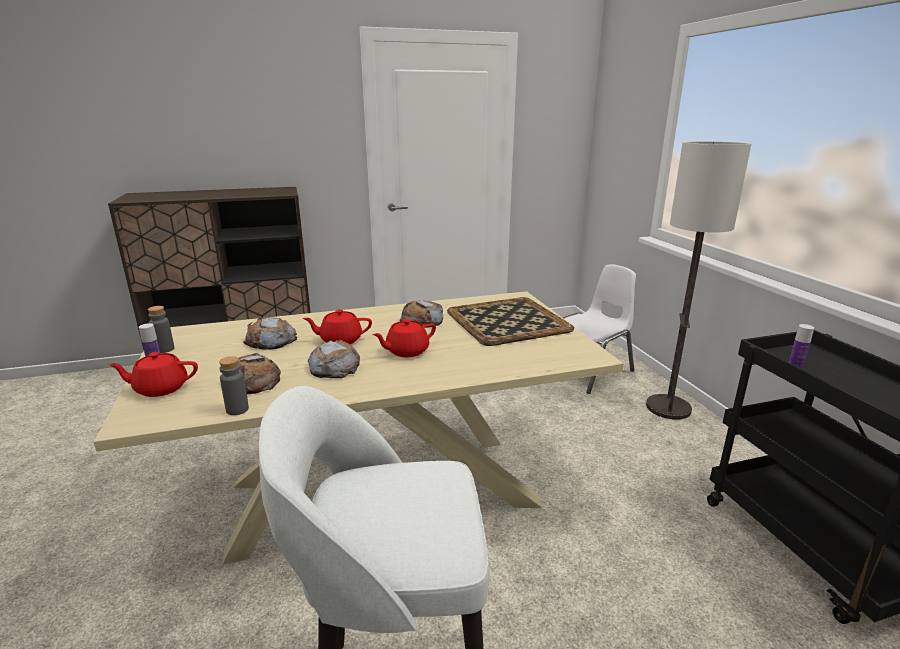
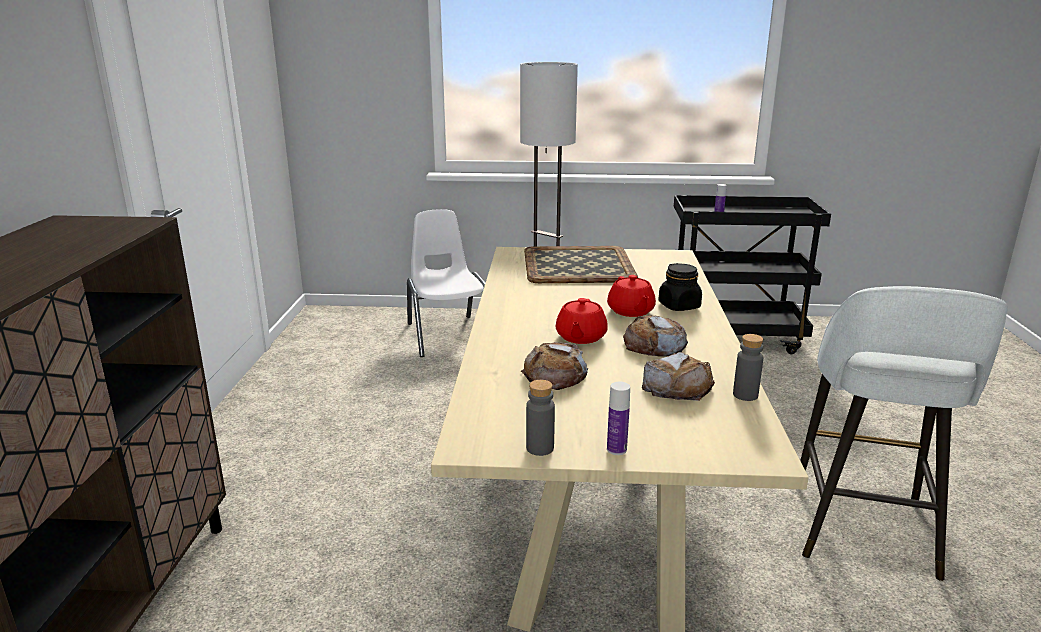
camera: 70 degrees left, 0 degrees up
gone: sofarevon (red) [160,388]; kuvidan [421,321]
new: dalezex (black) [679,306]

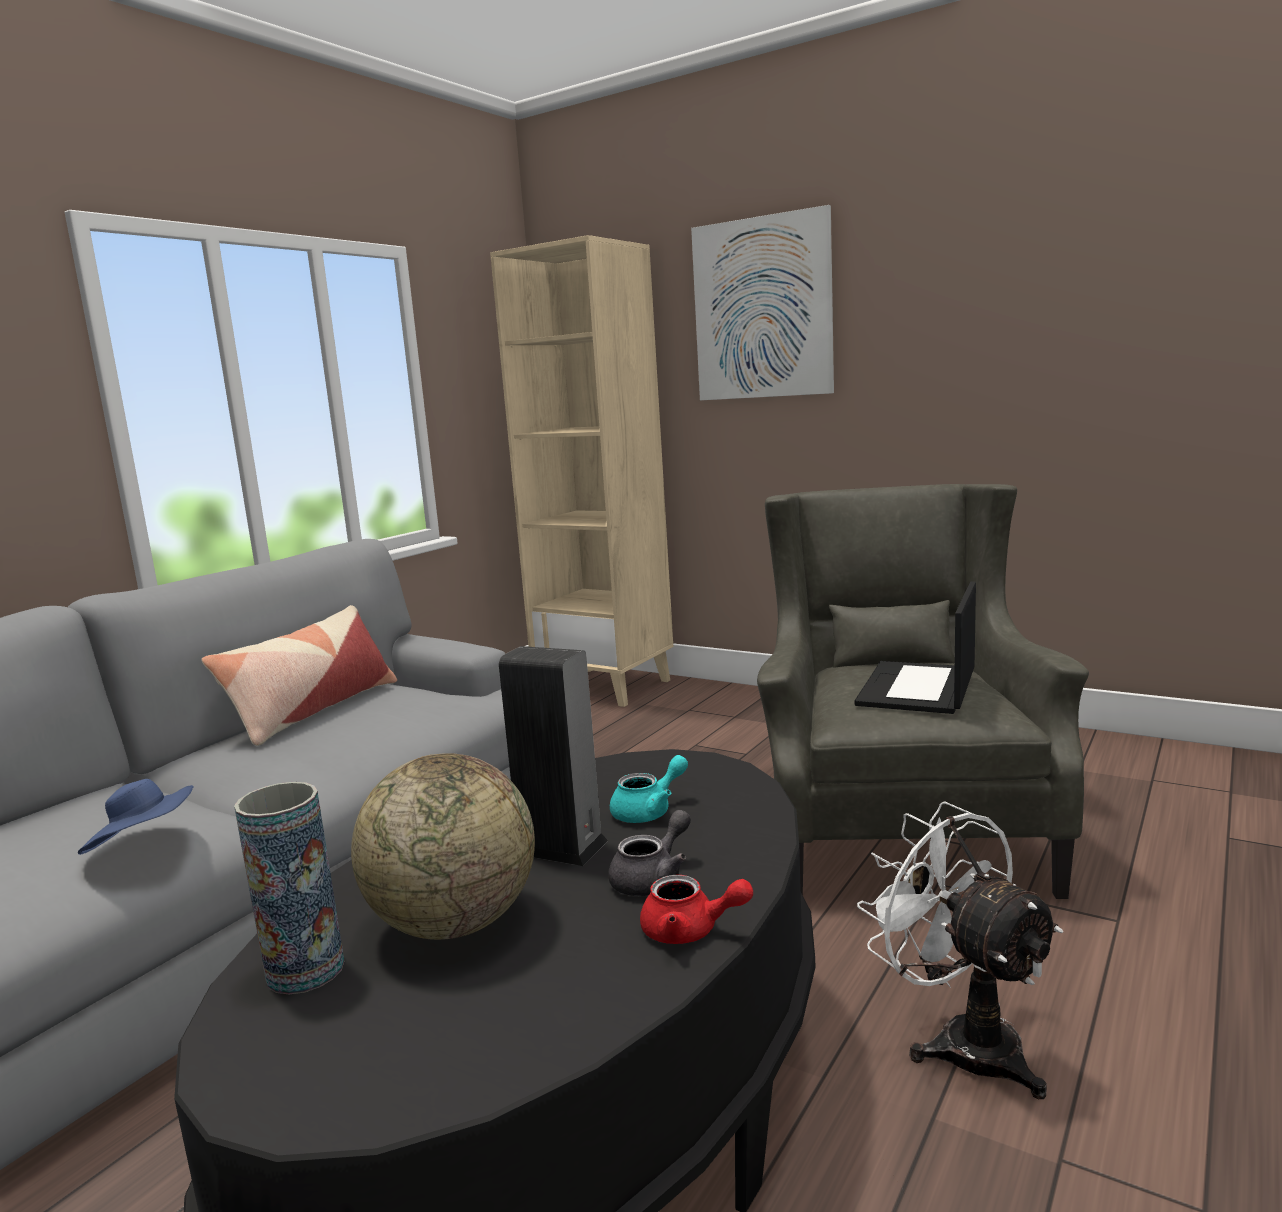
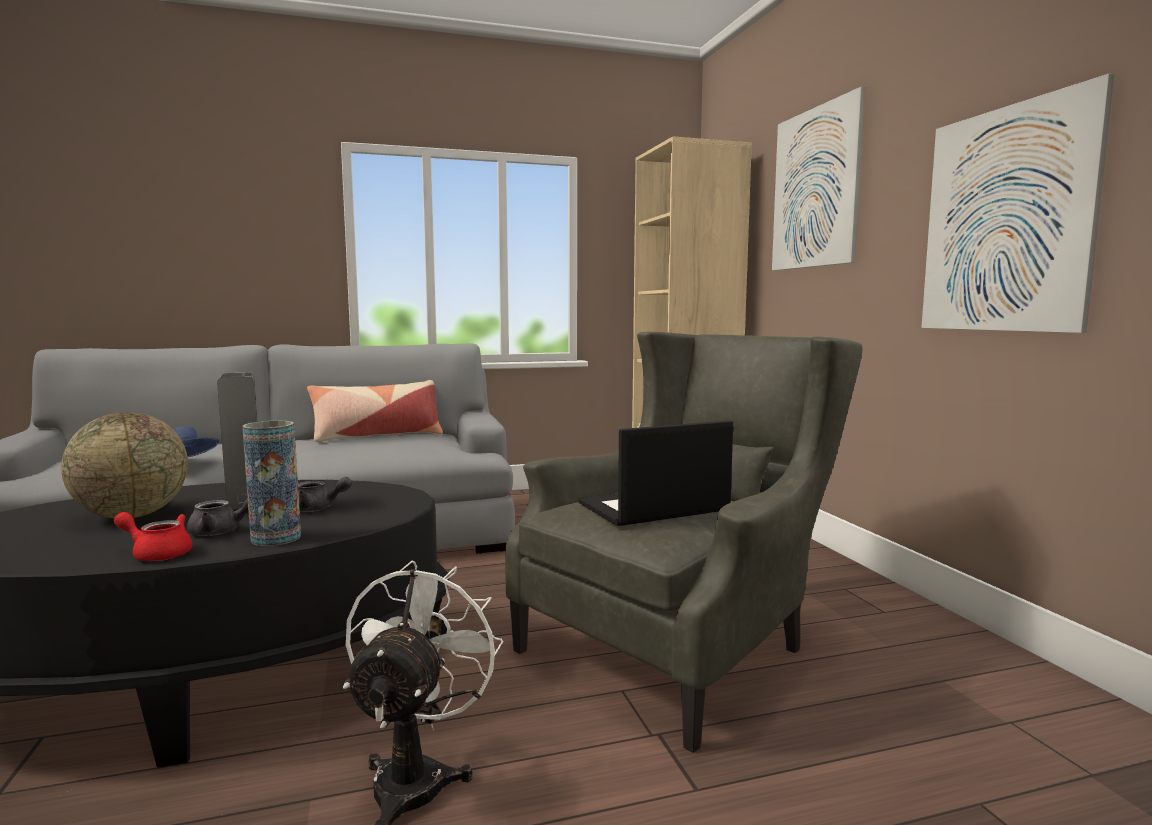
camera: 40 degrees right, 5 degrees down
new: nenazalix [1005,220]
shifted: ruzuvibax [305,970] to [276,538]
repainted: sofarevon (turquoise) [649,811] to sofarevon (grey) [317,509]
rotated: sofarevon (red) [690,931] = [157,554] 135 degrees clockwise

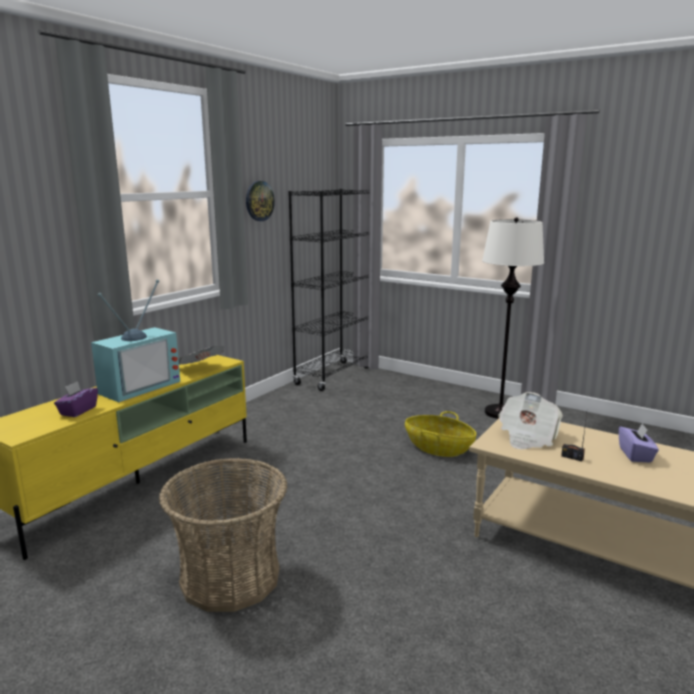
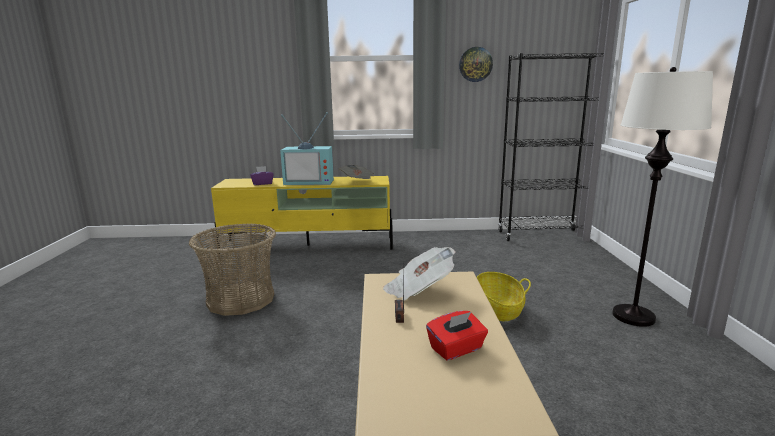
camera: 55 degrees right, 0 degrees up
repainted: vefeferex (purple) [635,455] to vefeferex (red) [456,349]

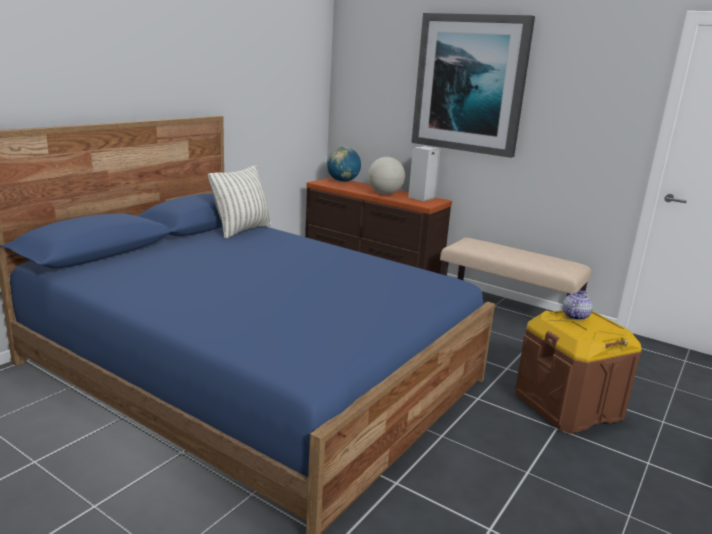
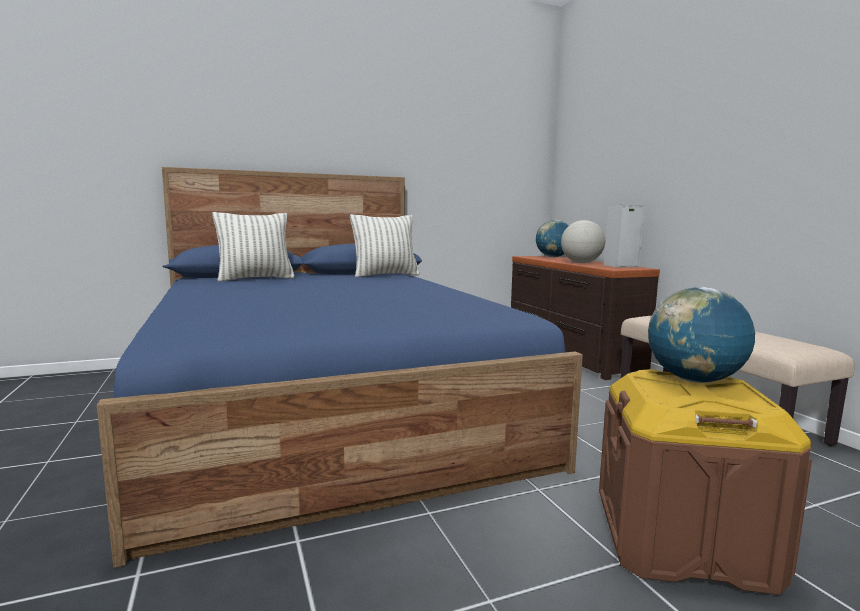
camera: 35 degrees right, 10 degrees down
gone: nenazalix [470,84]
new: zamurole [255,279]
swapped: sofarevon [575,316] to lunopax [694,380]

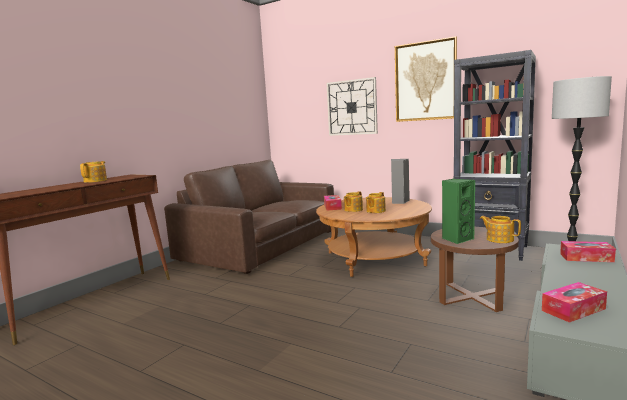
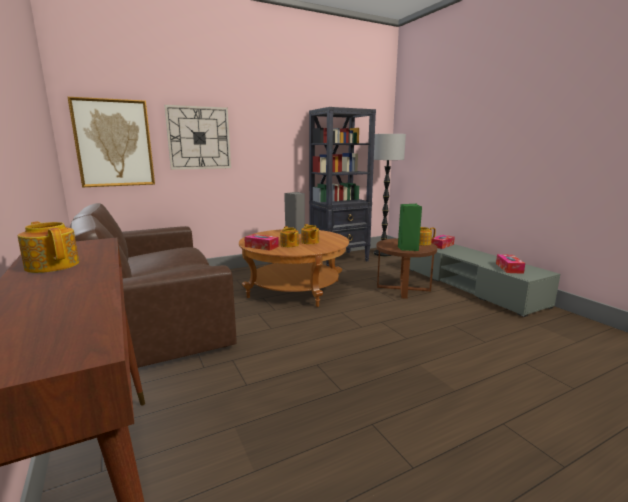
camera: 60 degrees left, 5 degrees up
shifted: nenazalix [425,81] to [114,143]

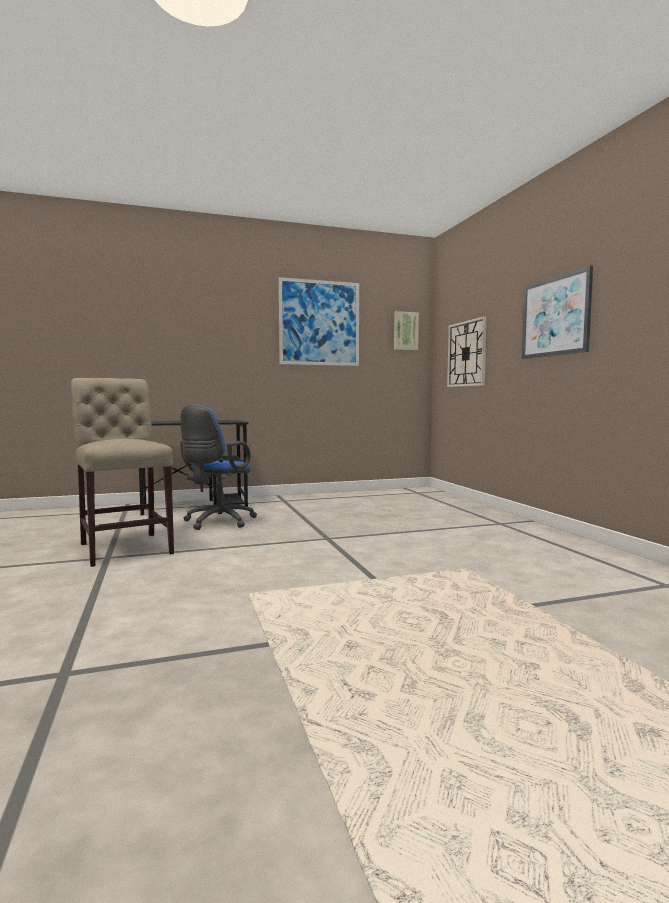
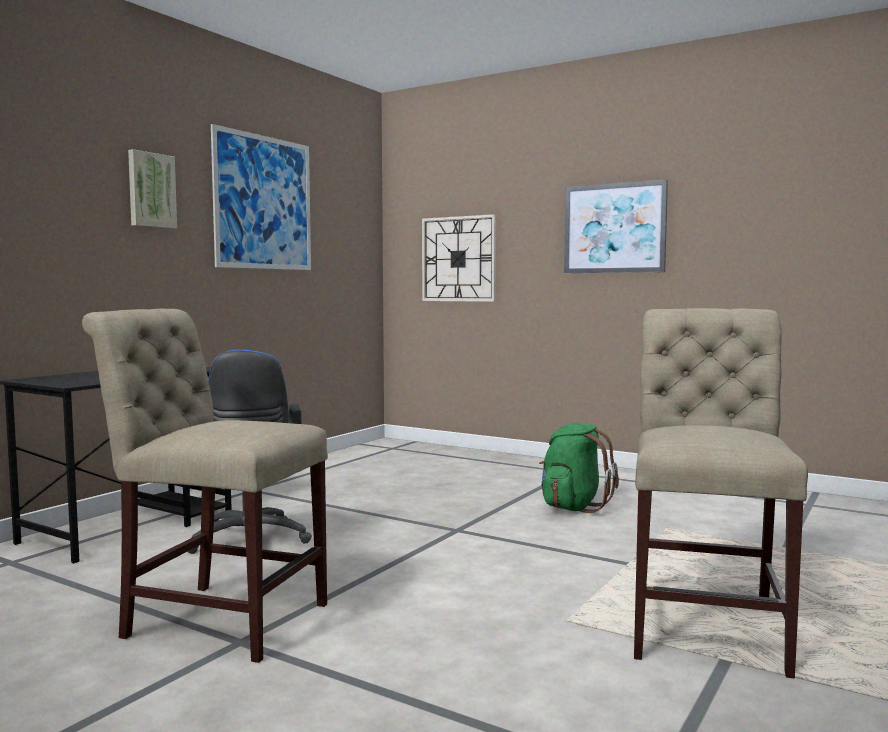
camera: 40 degrees left, 0 degrees up
new: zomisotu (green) [573,507]; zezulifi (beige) [707,625]
shifted: nenazalix [405,331] to [151,190]

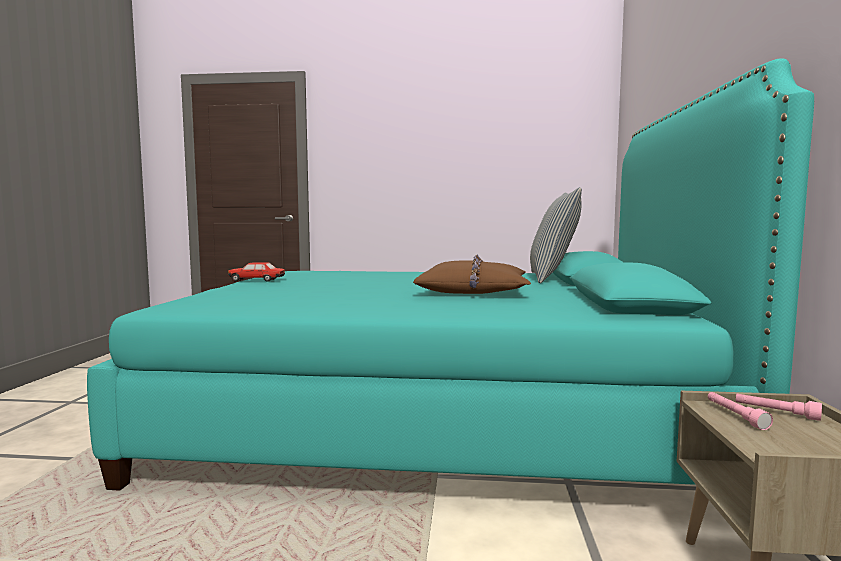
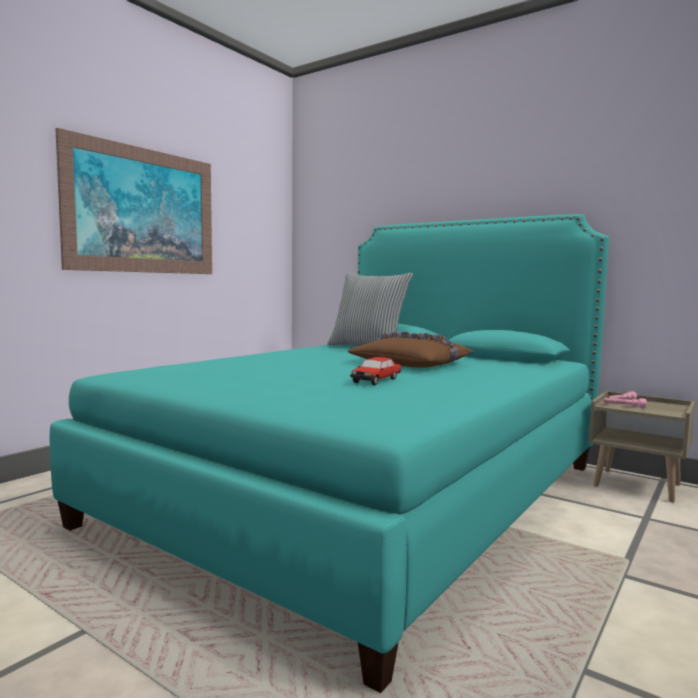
camera: 60 degrees left, 0 degrees up
new: nenazalix [143,211]
shifted: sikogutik [256,280] to [376,380]

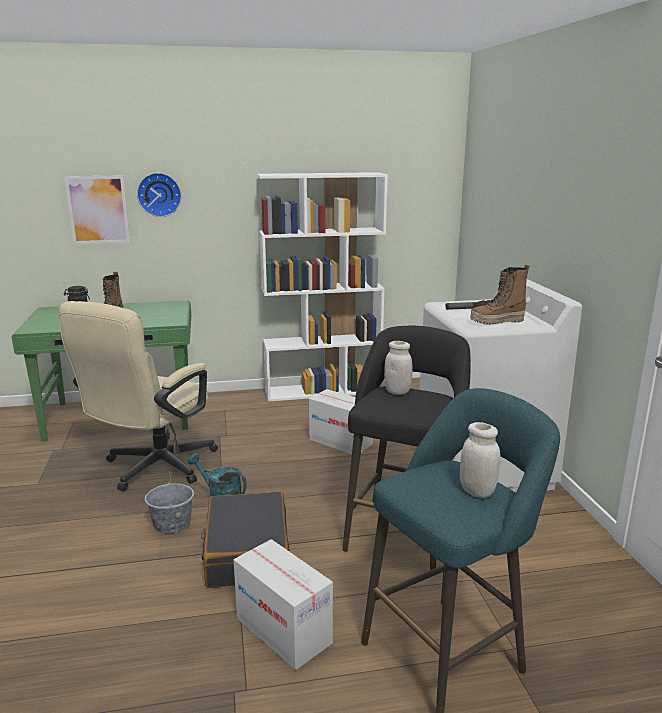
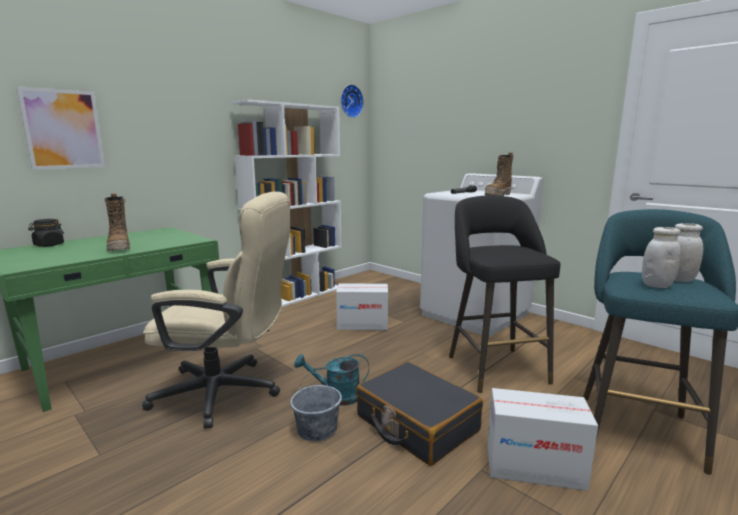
camera: 35 degrees left, 5 degrees down
shifted: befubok [159,194] to [350,101]; dalezex (white) [397,391] to [656,285]
rotated: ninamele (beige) [153,469] = [228,393] 75 degrees counterclockwise

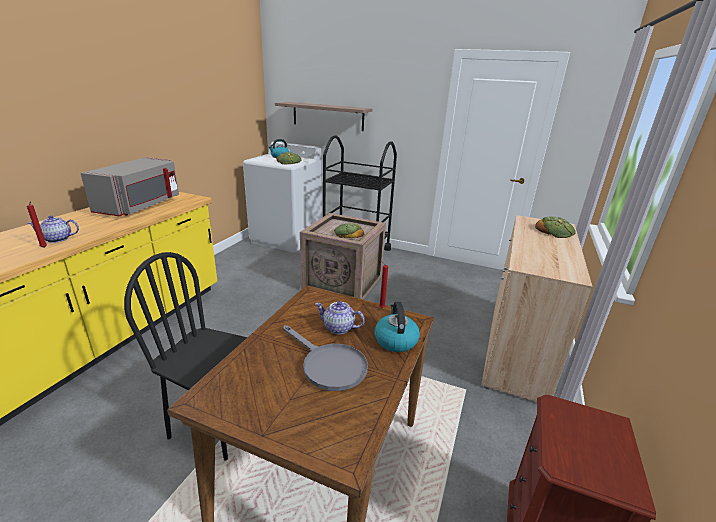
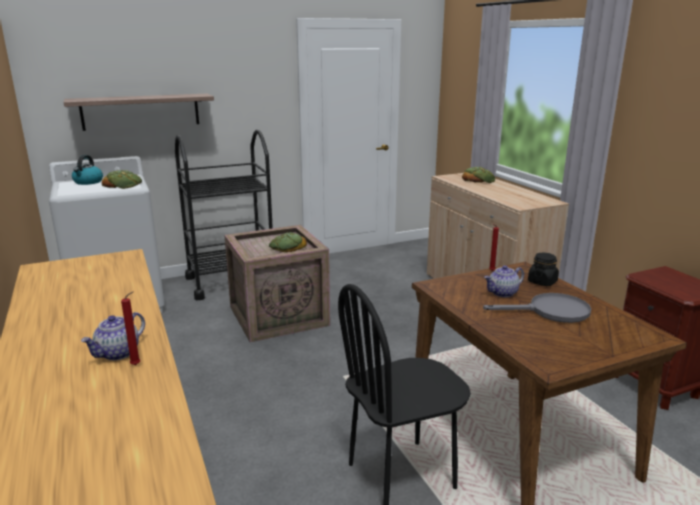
camera: 45 degrees left, 5 degrees down
gone: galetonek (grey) [141,205]
swapped: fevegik [395,340] to dalezex (black) [542,282]

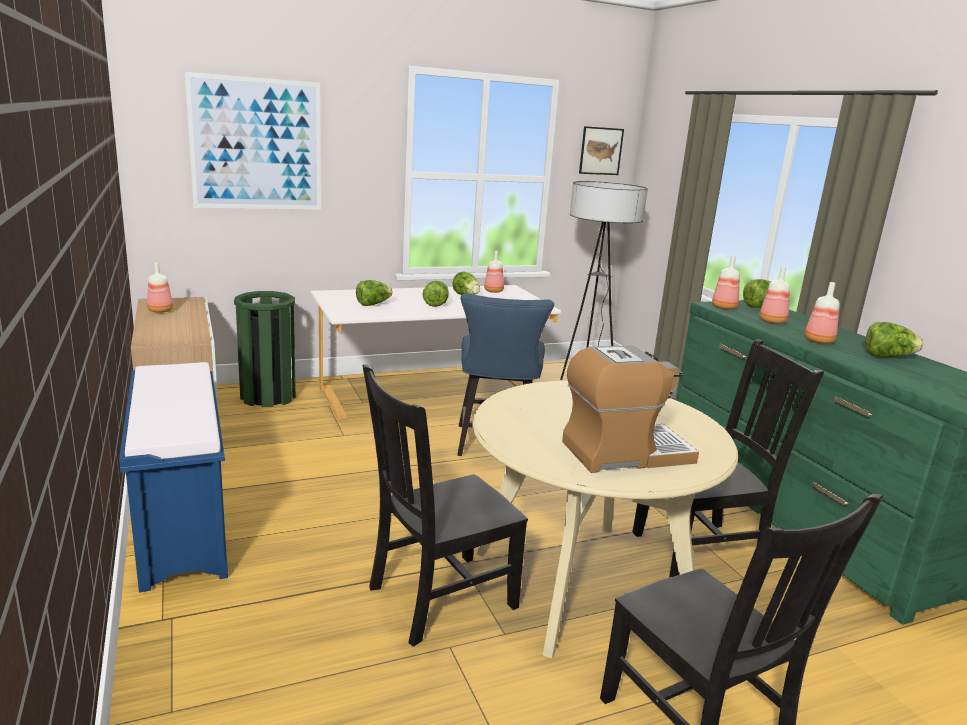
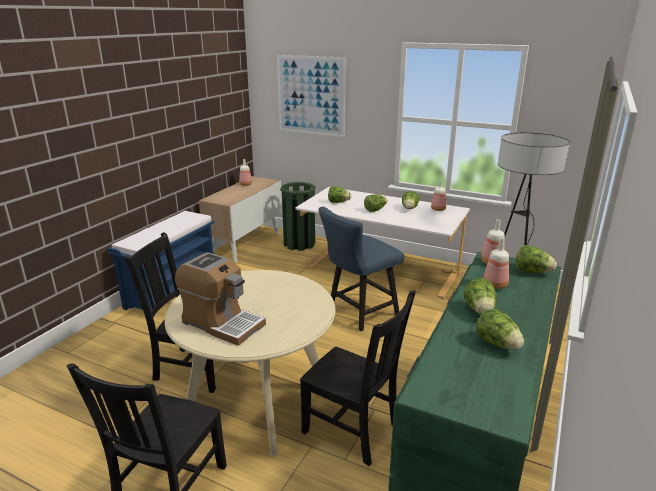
camera: 50 degrees right, 5 degrees up
gone: nenazalix [601,151]
swapped: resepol [818,341] to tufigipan [480,310]

